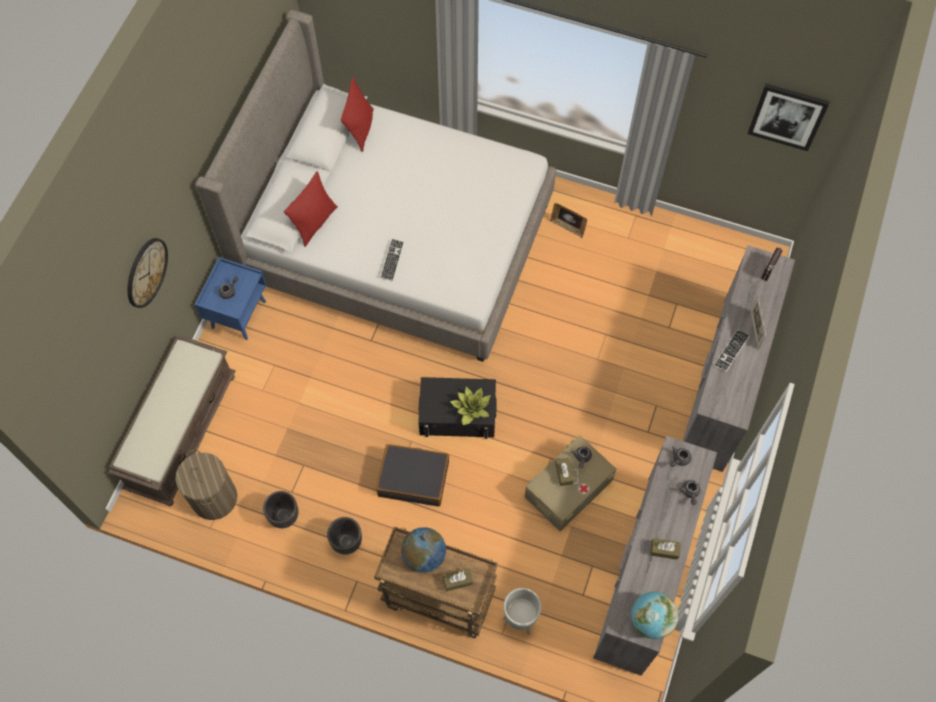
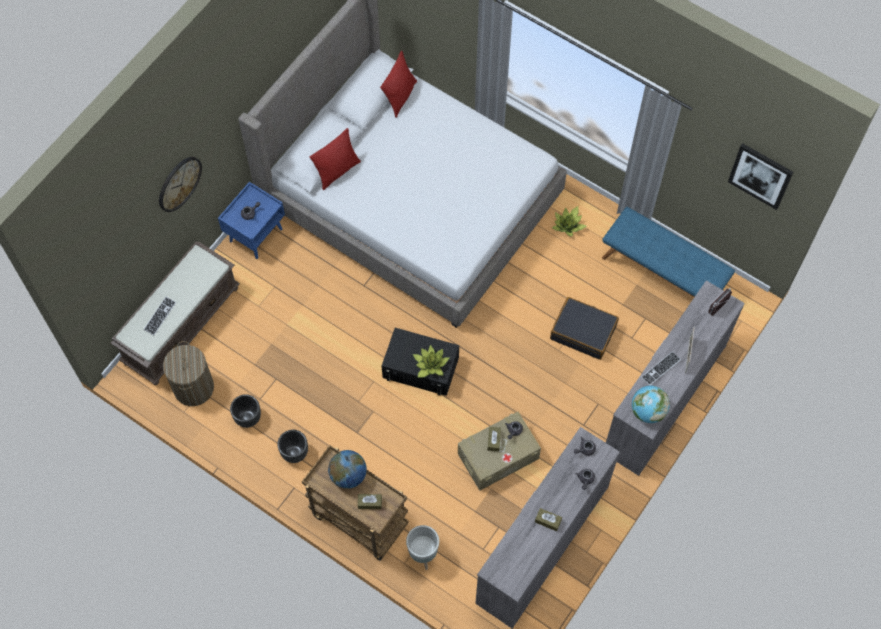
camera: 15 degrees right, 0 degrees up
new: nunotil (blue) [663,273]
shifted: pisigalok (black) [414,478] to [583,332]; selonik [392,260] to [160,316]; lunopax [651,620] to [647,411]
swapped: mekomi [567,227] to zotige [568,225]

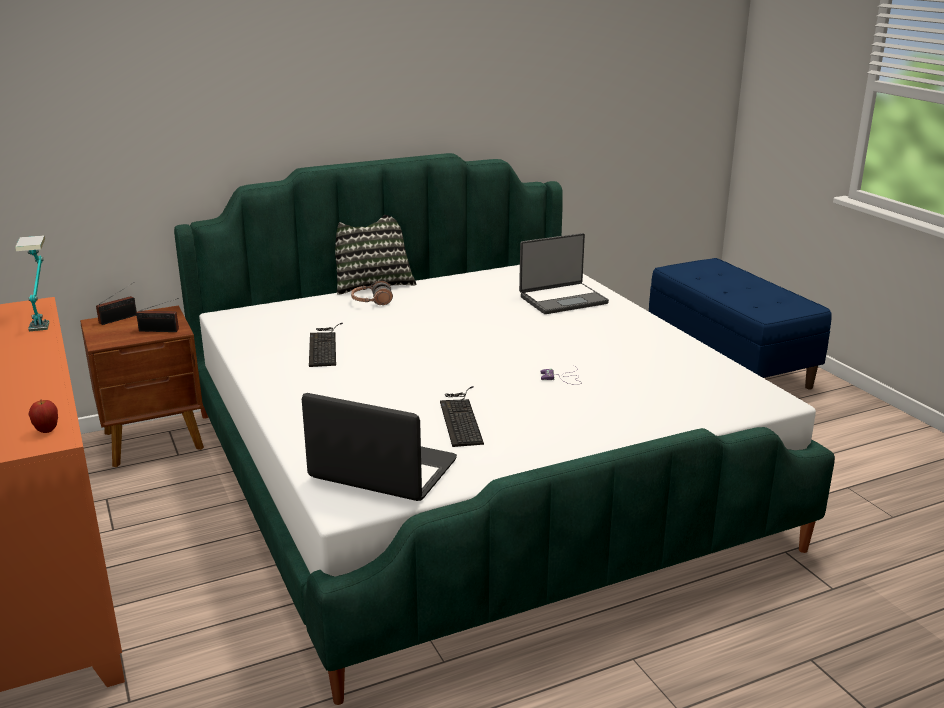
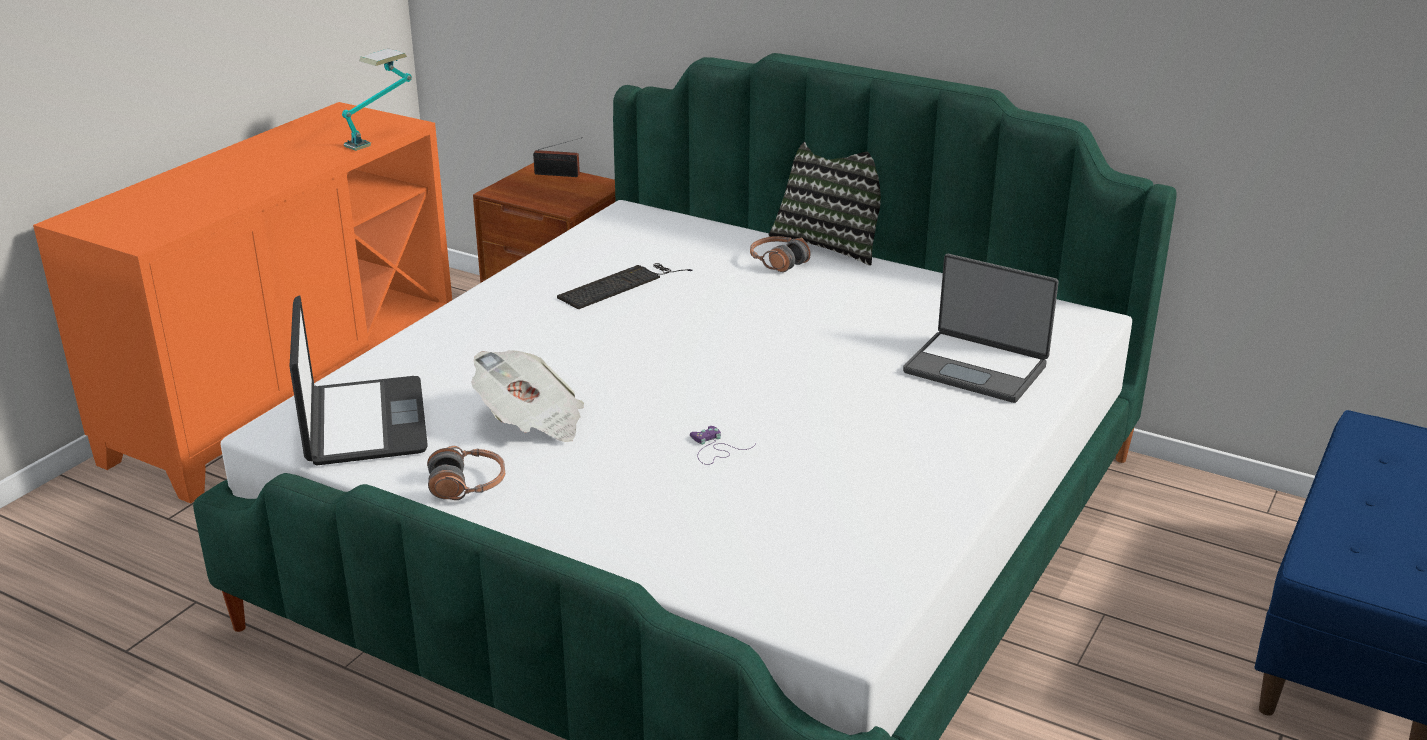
camera: 55 degrees right, 5 degrees up
gone: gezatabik [47,430]; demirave [161,330]
new: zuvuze [467,485]
swapped: selonik [461,417] to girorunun [531,421]

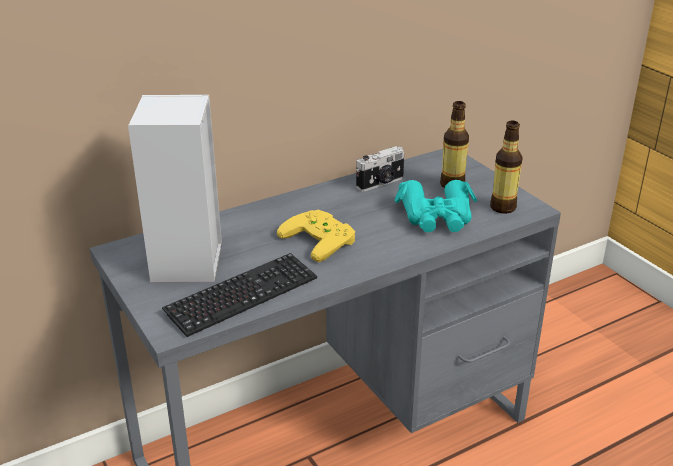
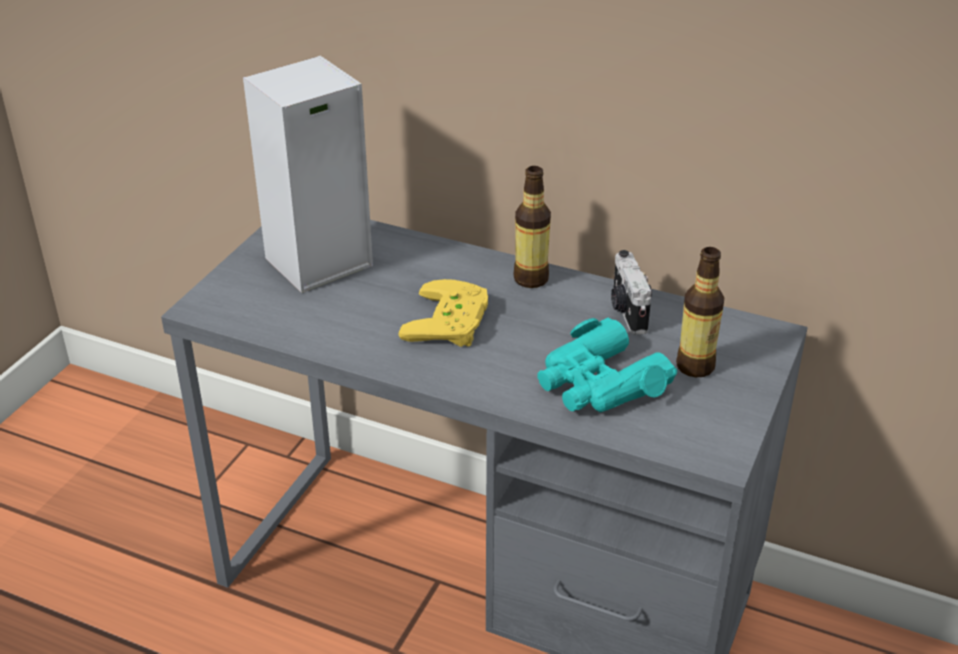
camera: 55 degrees right, 5 degrees up
gone: selonik [242,296]
shifted: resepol [502,207] to [530,279]
rotated: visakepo [381,183] = [627,311] 60 degrees clockwise

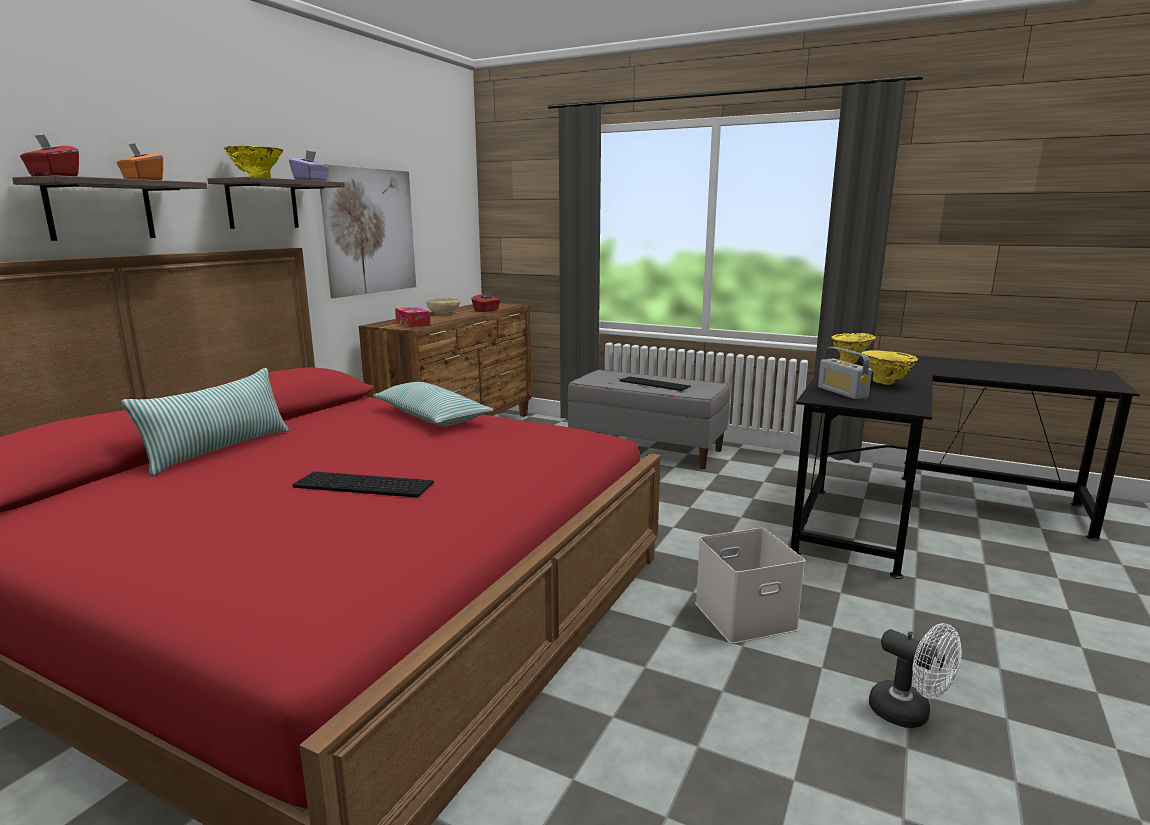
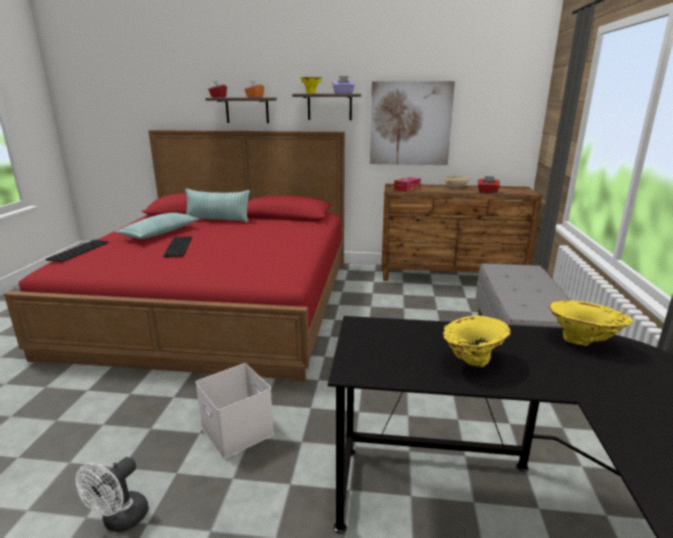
camera: 70 degrees right, 5 degrees up
gone: demirave [842,392]
shifted: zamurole [431,417] to [160,233]; selonik [653,384] to [78,250]

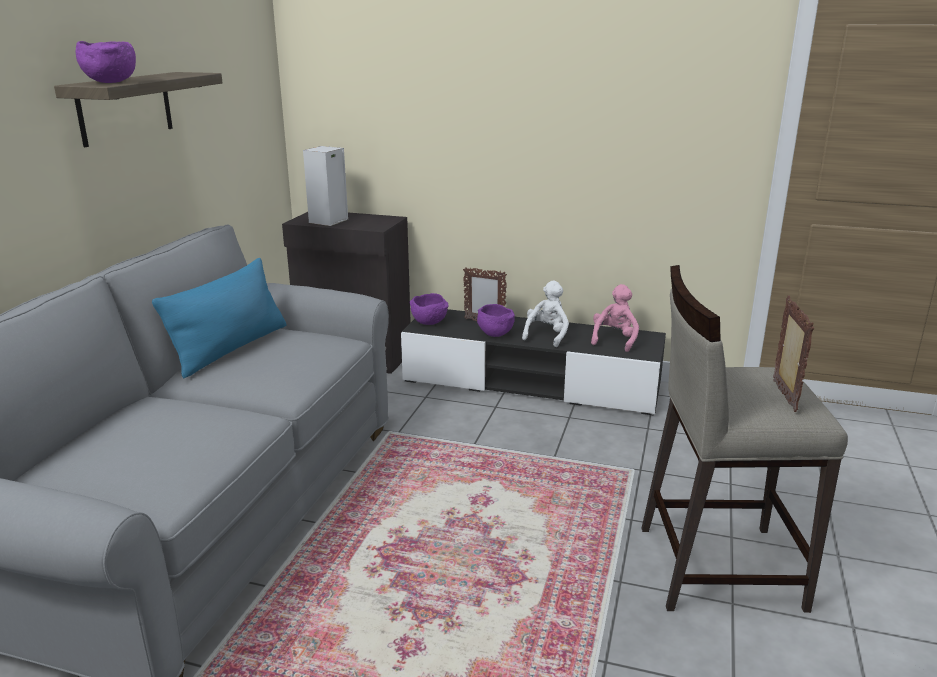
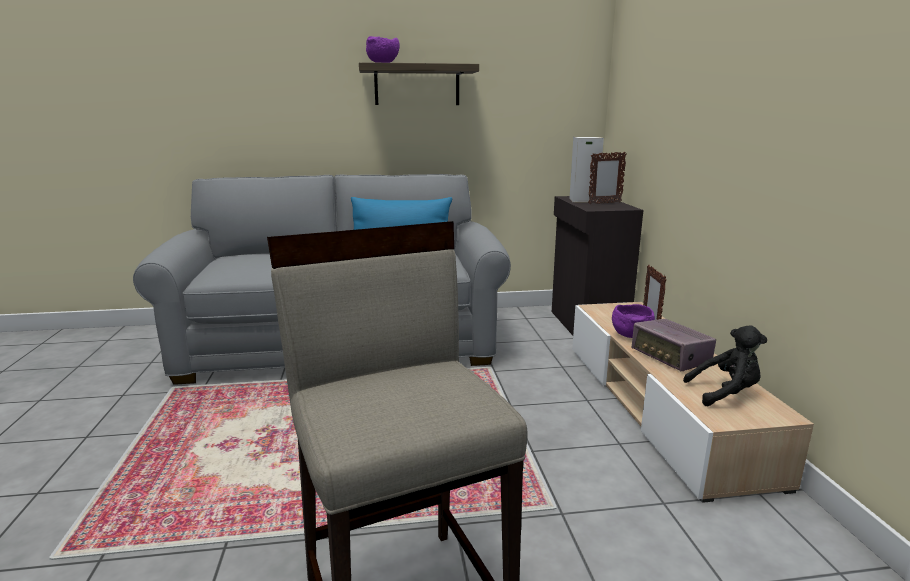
camera: 65 degrees right, 5 degrees down
gone: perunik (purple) [430,323]
shifted: mekomi [783,396] to [604,203]
swapped: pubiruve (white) [547,335] to demirave [670,357]
repainted: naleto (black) [531,383] to naleto (beige) [659,407]; pubiruve (pink) [614,340] to pubiruve (black) [725,393]

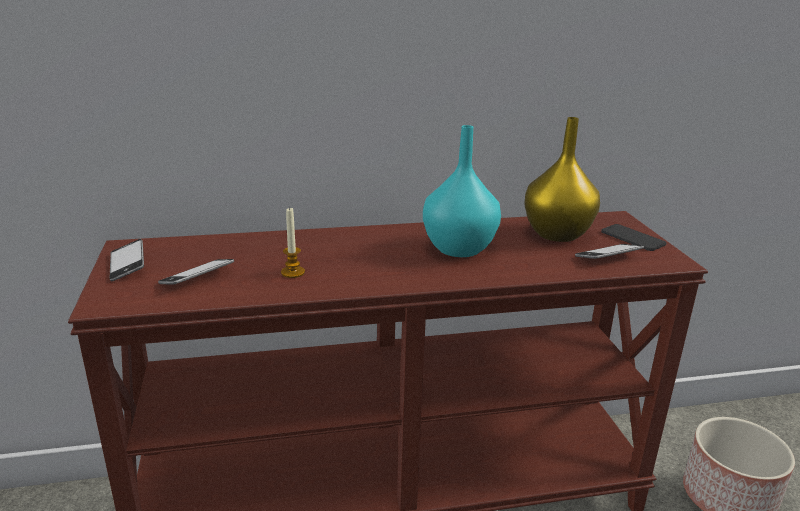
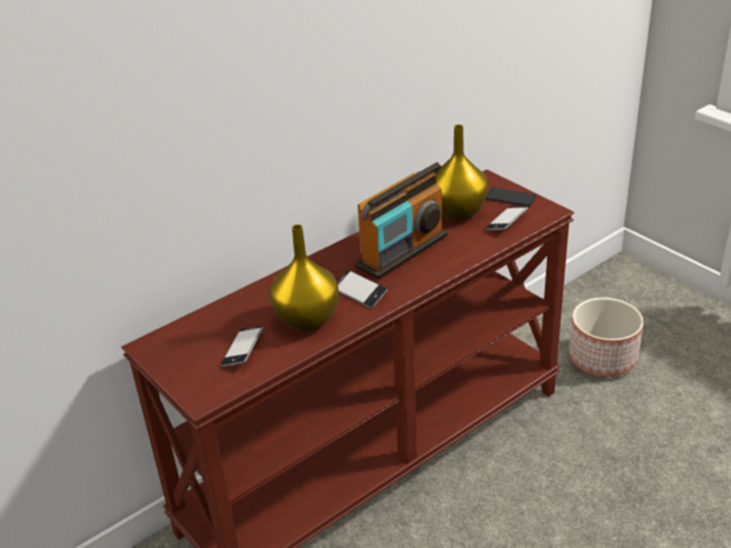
camera: 25 degrees left, 10 degrees up
shifted: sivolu [127,265] to [360,293]
swapped: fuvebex [293,272] to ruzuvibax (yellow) [307,319]; ruzuvibax (turquoise) [460,248] to demirave [402,251]

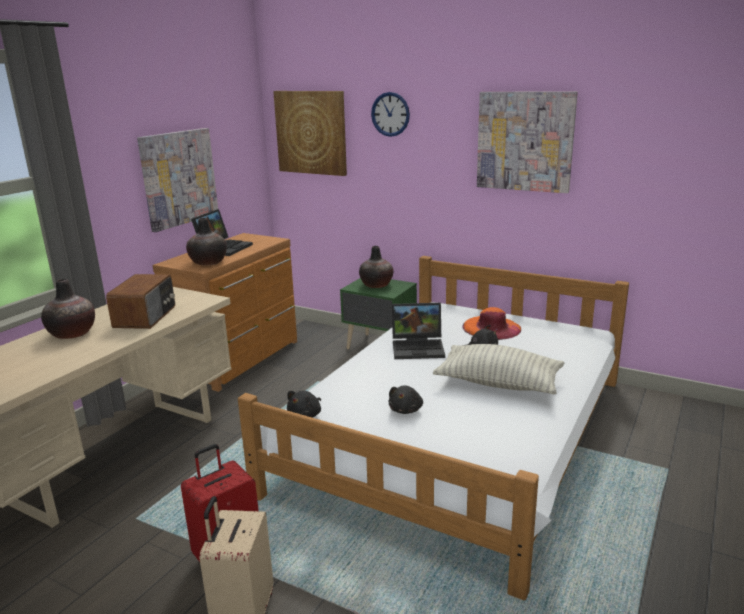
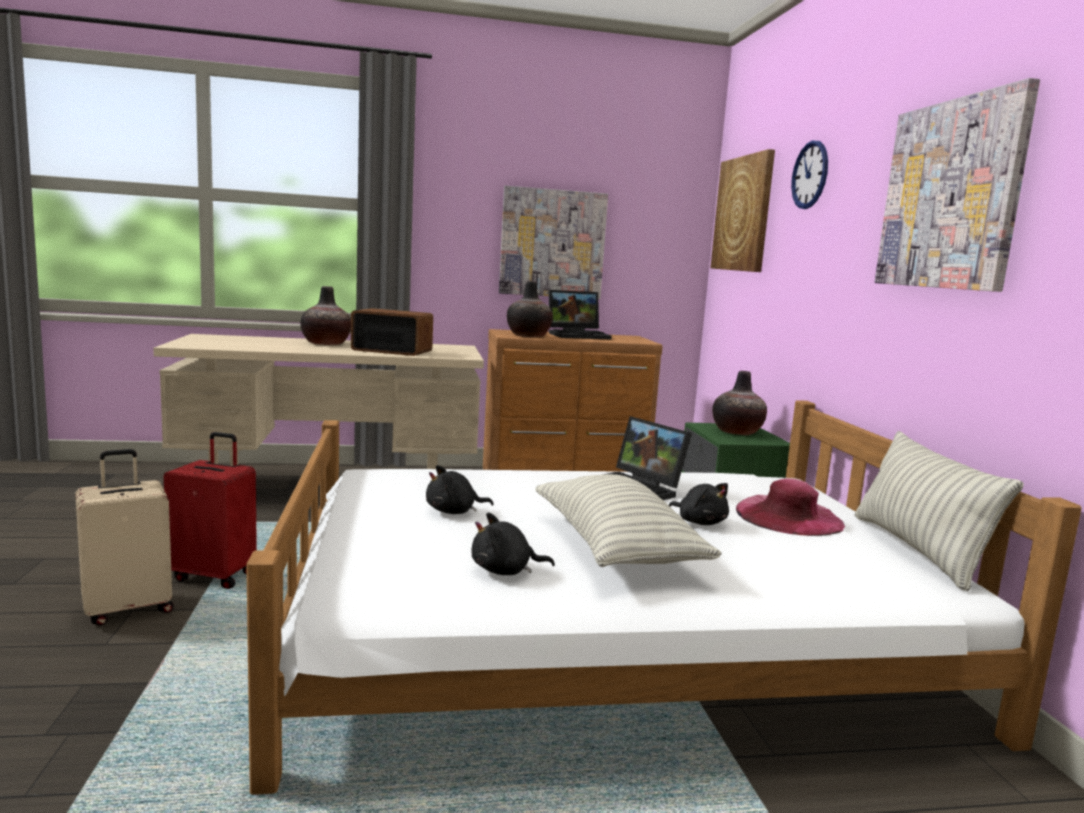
camera: 50 degrees right, 10 degrees down
new: zamurole [917,550]
shifted: pubiruve (black) [306,415] to [505,571]
repainted: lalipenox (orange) [491,328] to lalipenox (pink) [788,516]
rotated: demirave [146,317] = [392,350] 135 degrees counterclockwise

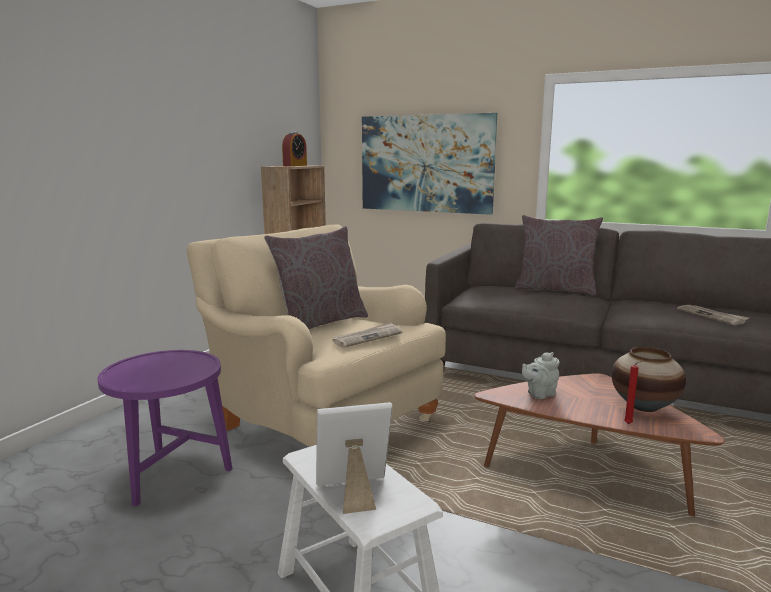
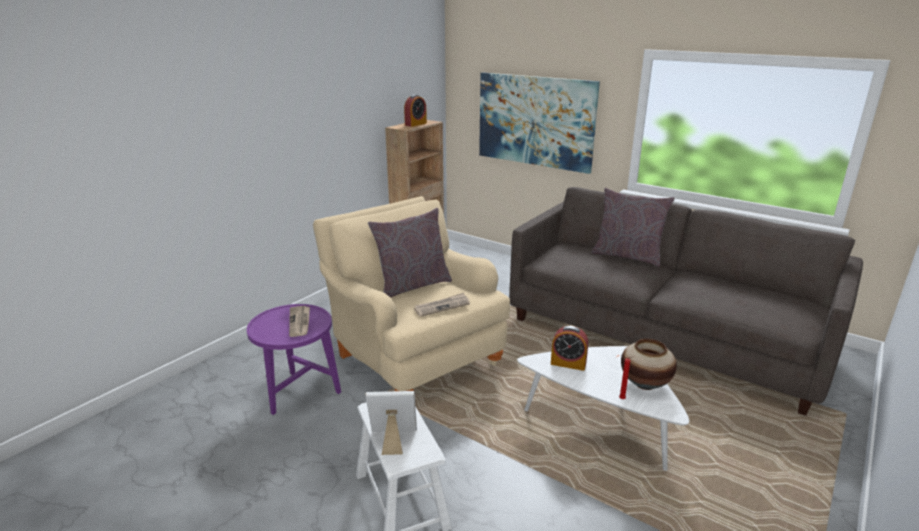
camera: 10 degrees right, 10 degrees up
shifted: girorunun [712,316] to [300,322]
swapped: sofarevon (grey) [539,394] to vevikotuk [568,363]
repainted: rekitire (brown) [585,473] to rekitire (white) [601,425]

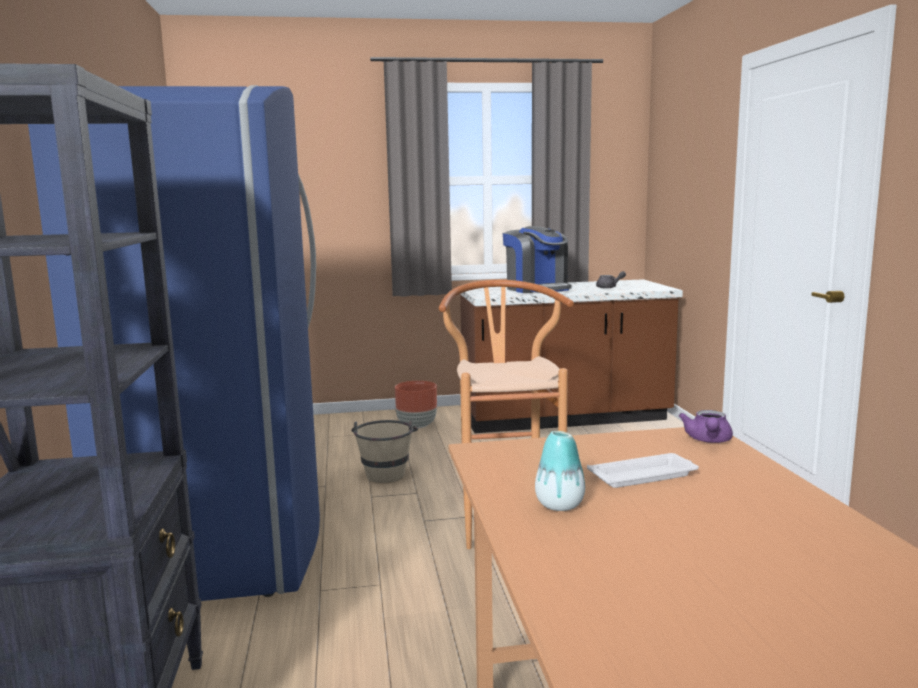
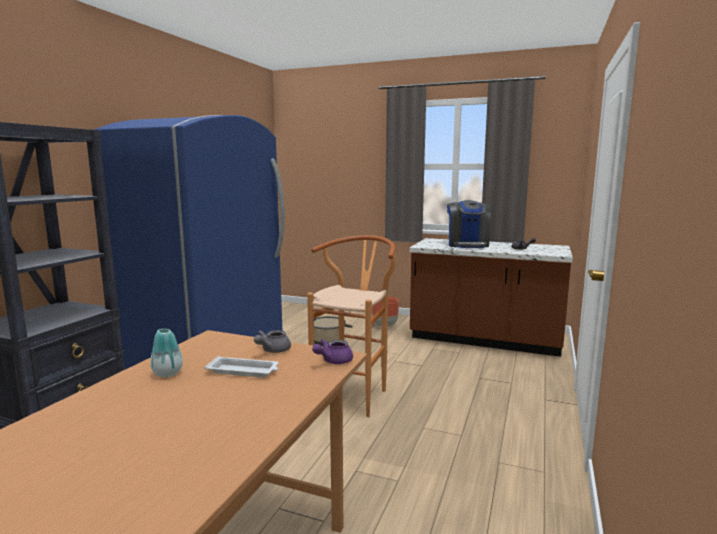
camera: 30 degrees right, 0 degrees up
new: sofarevon (grey) [272,350]

